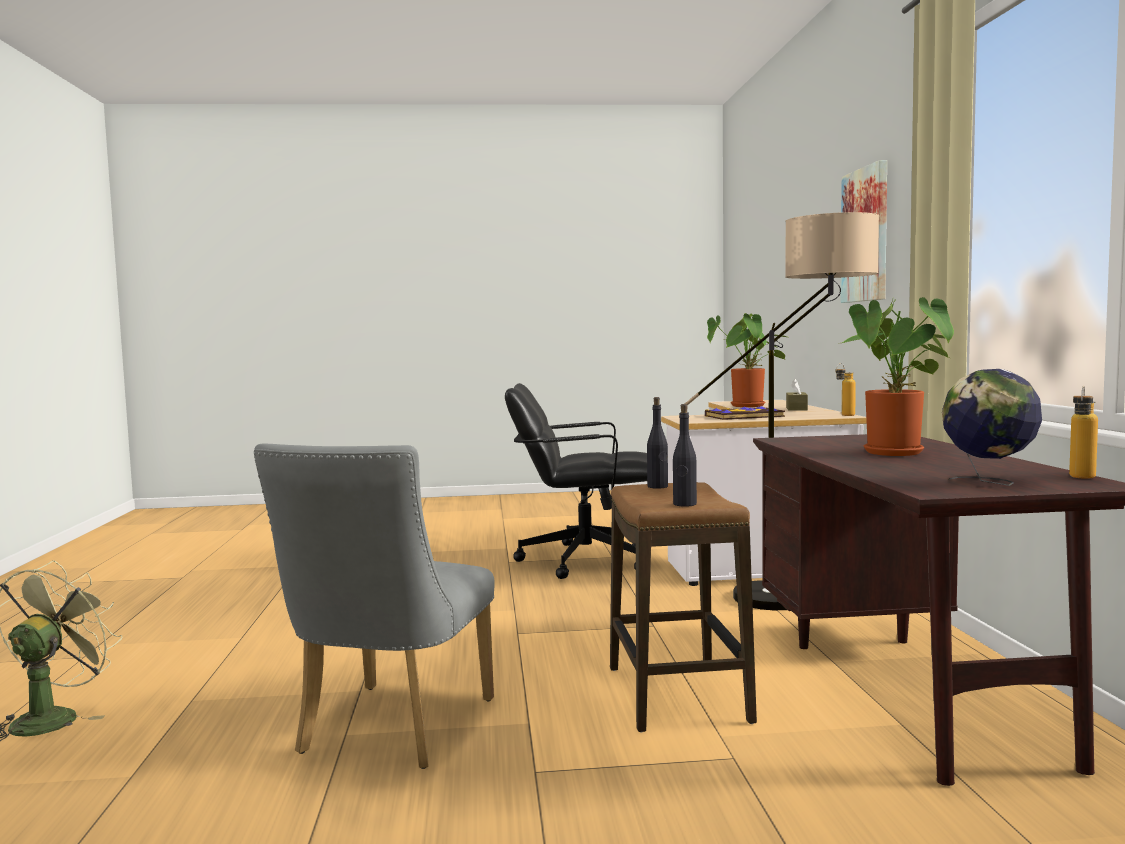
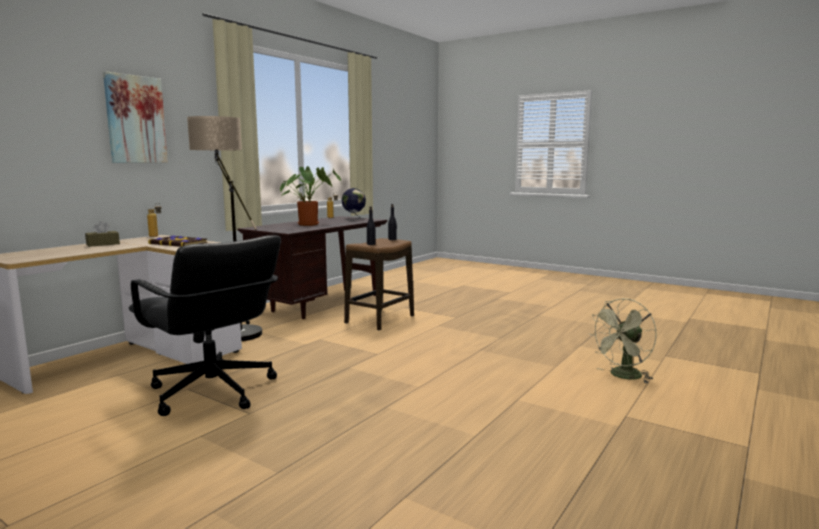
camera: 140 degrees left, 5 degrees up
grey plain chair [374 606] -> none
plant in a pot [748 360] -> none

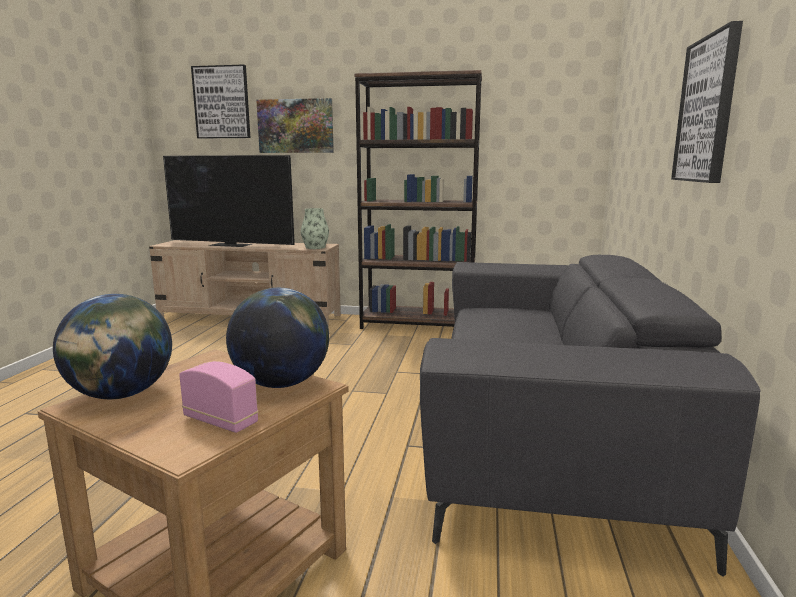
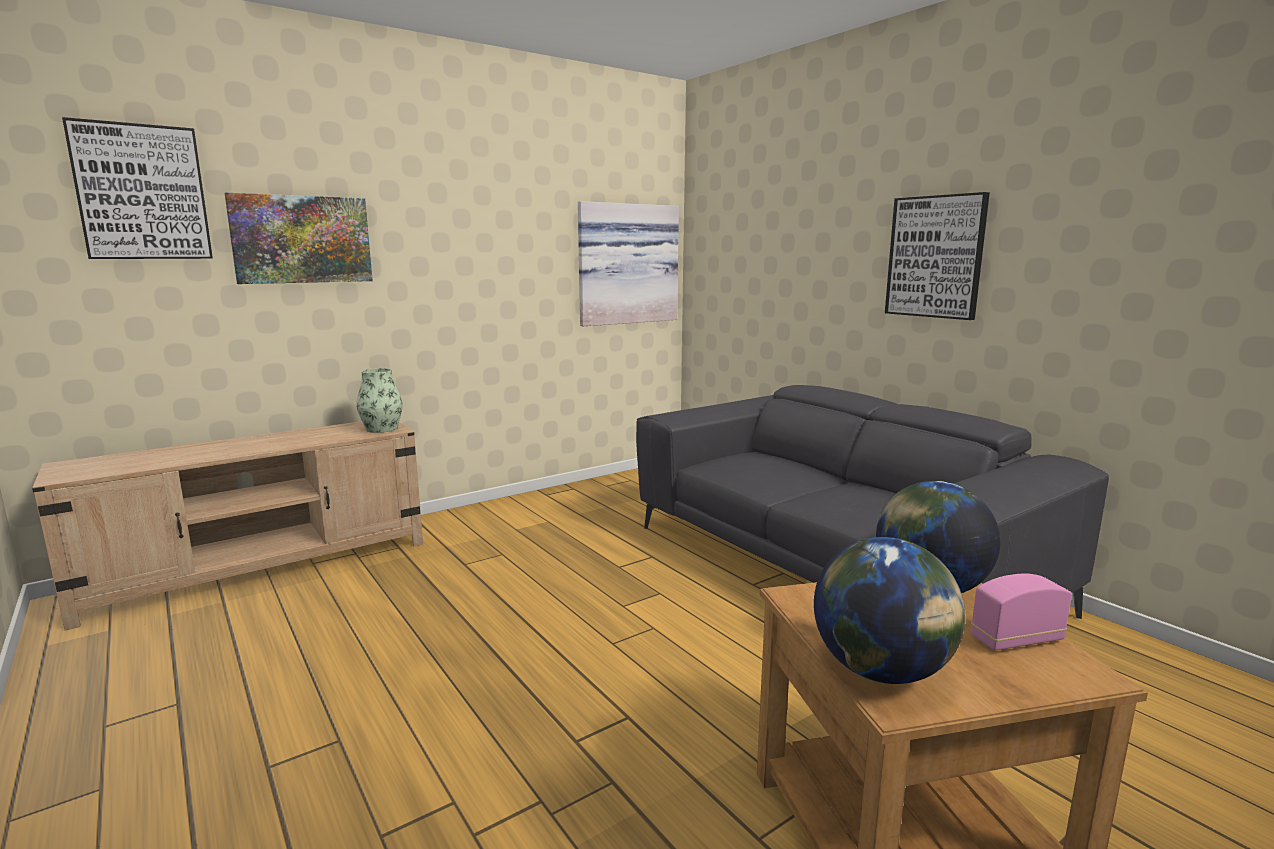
camera: 45 degrees left, 0 degrees up
TV set [229 201] -> none
brown bookcase [418 199] -> none
none -> picture [628 263]

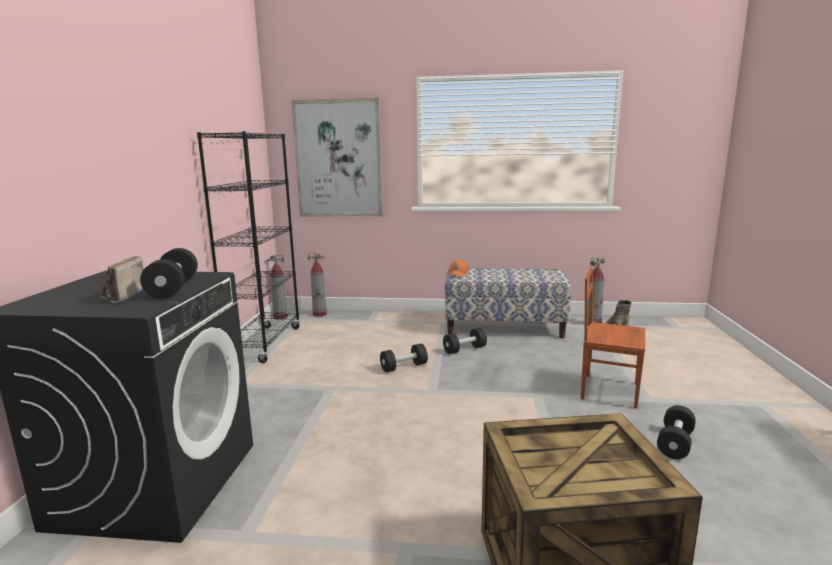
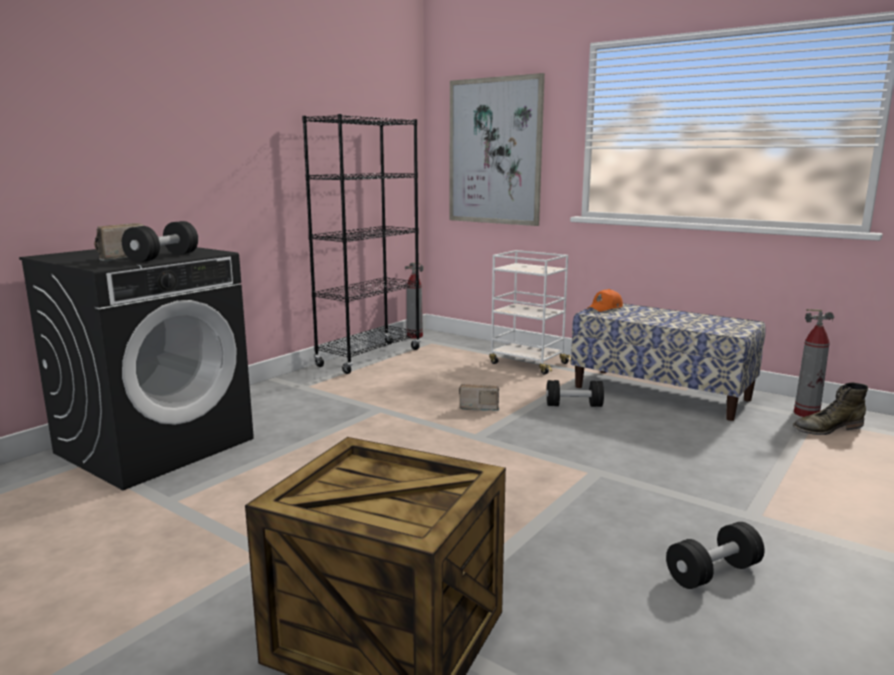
camera: 30 degrees right, 0 degrees up
fire-fighting cylinder [317 285] -> none
brown plain chair [613 337] -> none
none -> white cart [530 312]
black hand weight [404 357] -> radio [479 397]

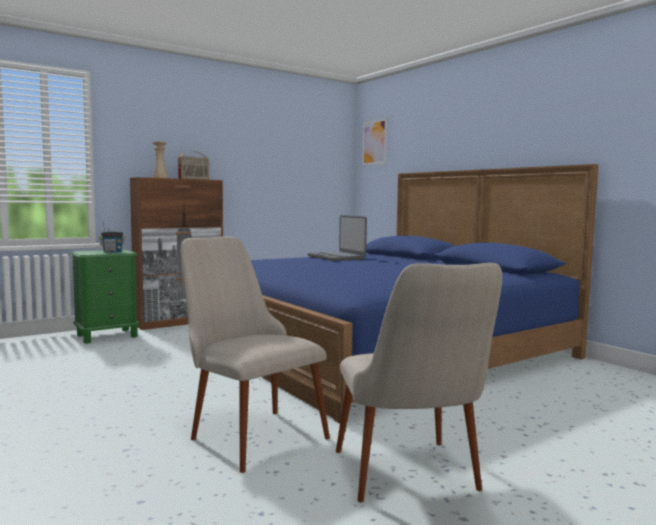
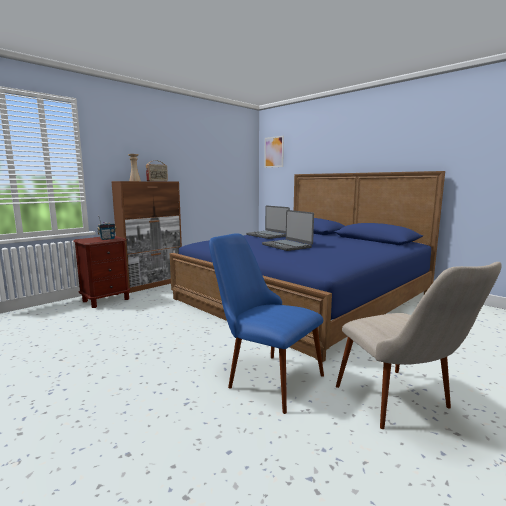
camera: 10 degrees left, 5 degrees up
none -> laptop [288 230]
green-coloured night table [105 296] -> brown night table [101 272]
beige-coloured plain chair [255 355] -> bluish plain chair [266 324]

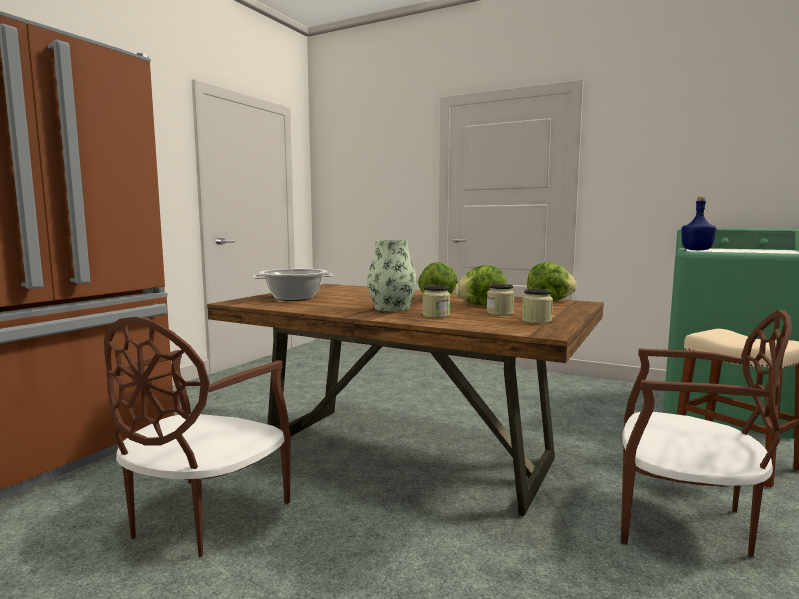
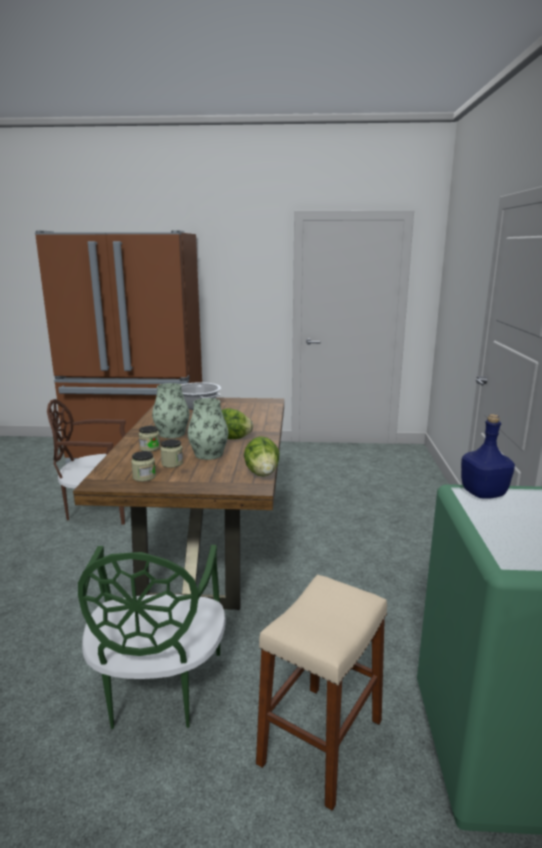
camera: 65 degrees right, 10 degrees up
head of lettuce [481 285] -> flower vase [208 429]
brown plain chair [706 434] -> green-coloured plain chair [152 637]

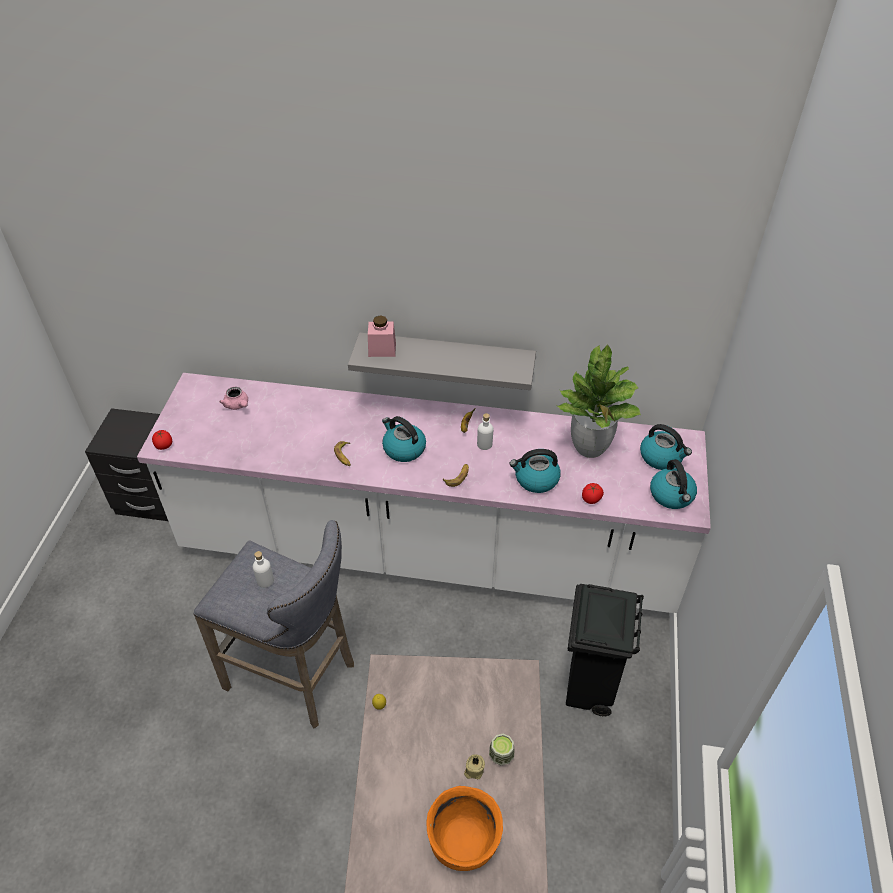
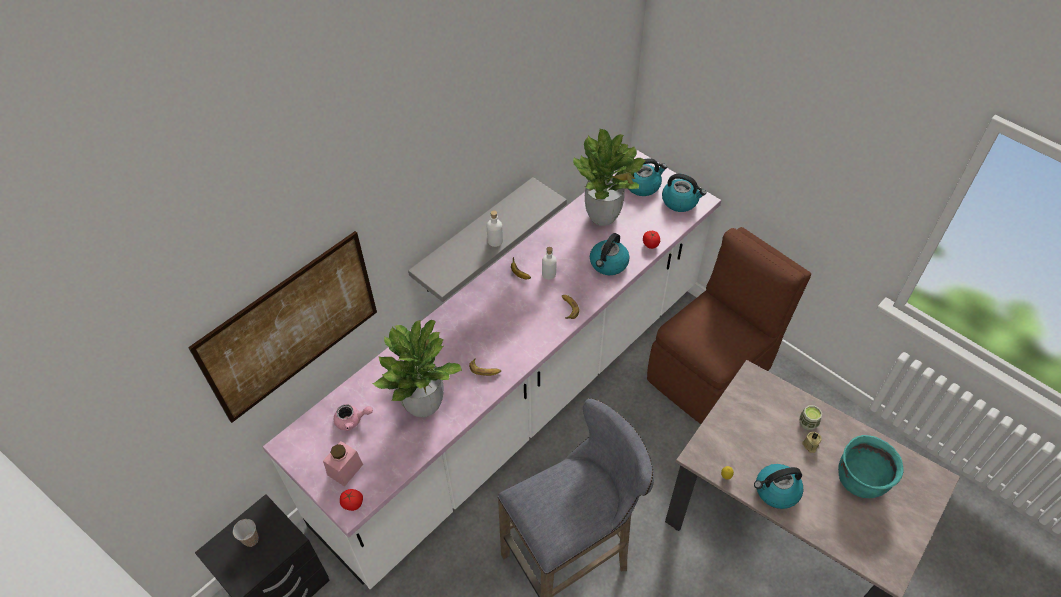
camera: 55 degrees left, 5 degrees up
none -> picture [282 327]
none -> cup [246 533]
none -> plant in a pot [417 368]
white bottle [263 569] -> white bottle [495 228], relocated
pinkish jar [382 336] -> pinkish jar [343 464], relocated
kettle [404 439] -> kettle [778 486], relocated
black waste bin [605 650] -> brown plain chair [729 325]
orange stockpot [464 828] -> turquoise-coloured stockpot [871 466]

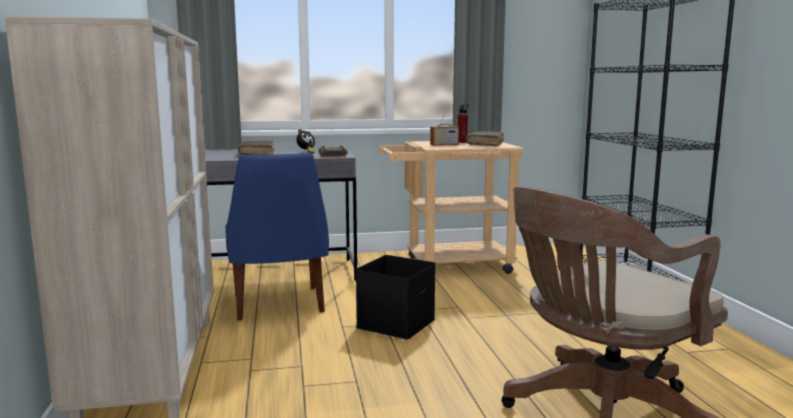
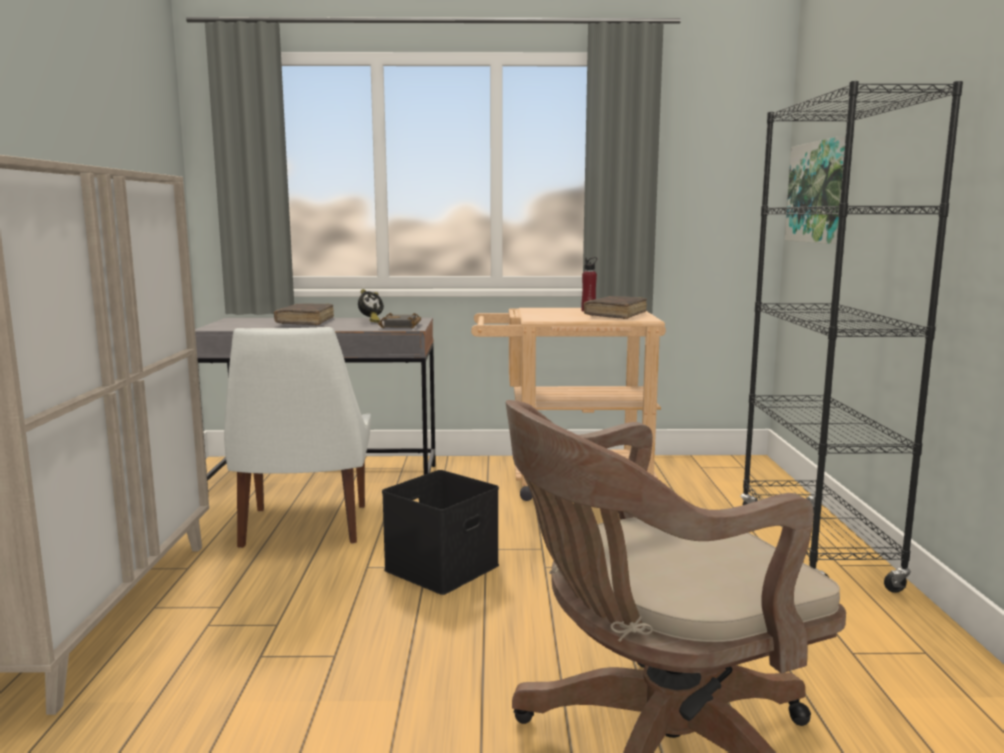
camera: 10 degrees right, 0 degrees up
radio [444 126] -> none
none -> picture [815 190]
bluish plain chair [277 237] -> white plain chair [297 437]

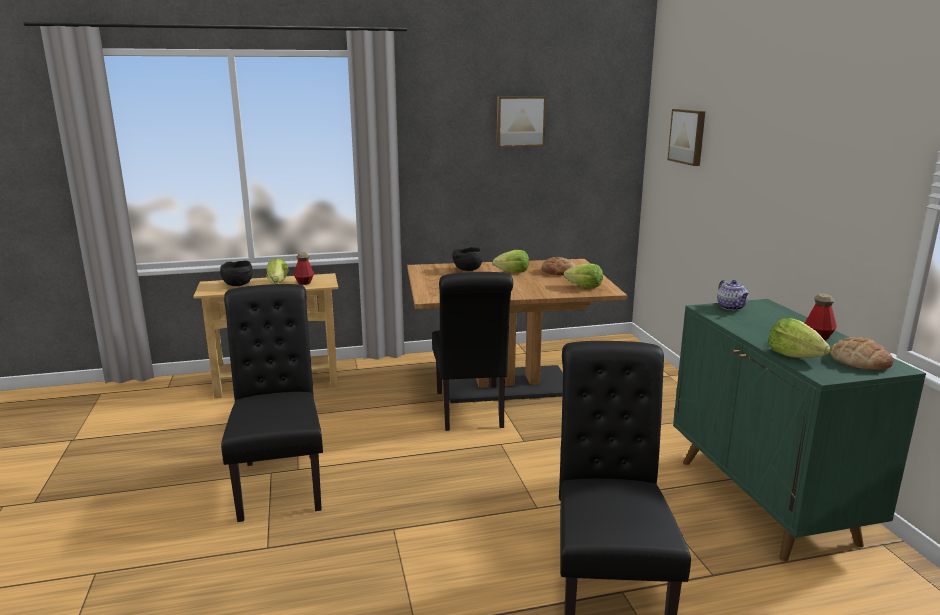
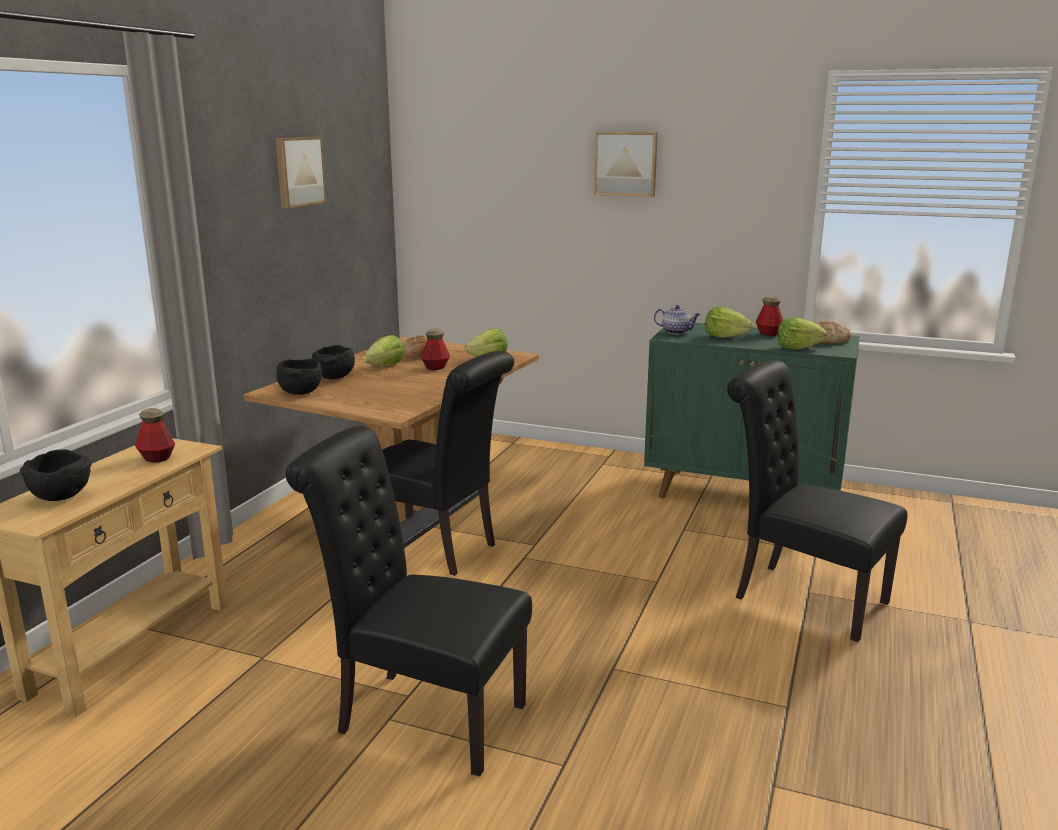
camera: 55 degrees left, 0 degrees up
none -> black deep dish [299 377]
none -> bottle [435 349]
head of lettuce [277 271] -> head of lettuce [729 322], relocated
picture [686 137] -> picture [626 164], relocated

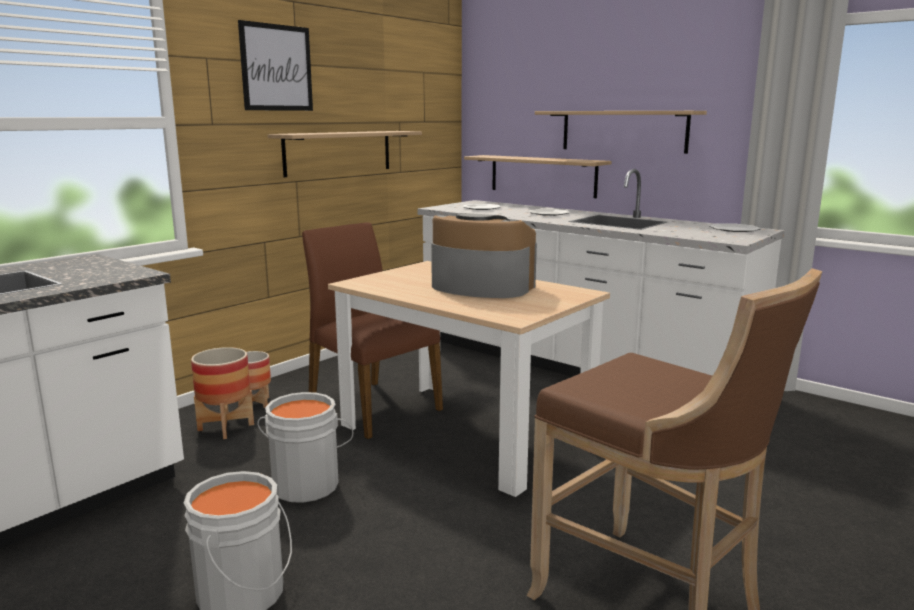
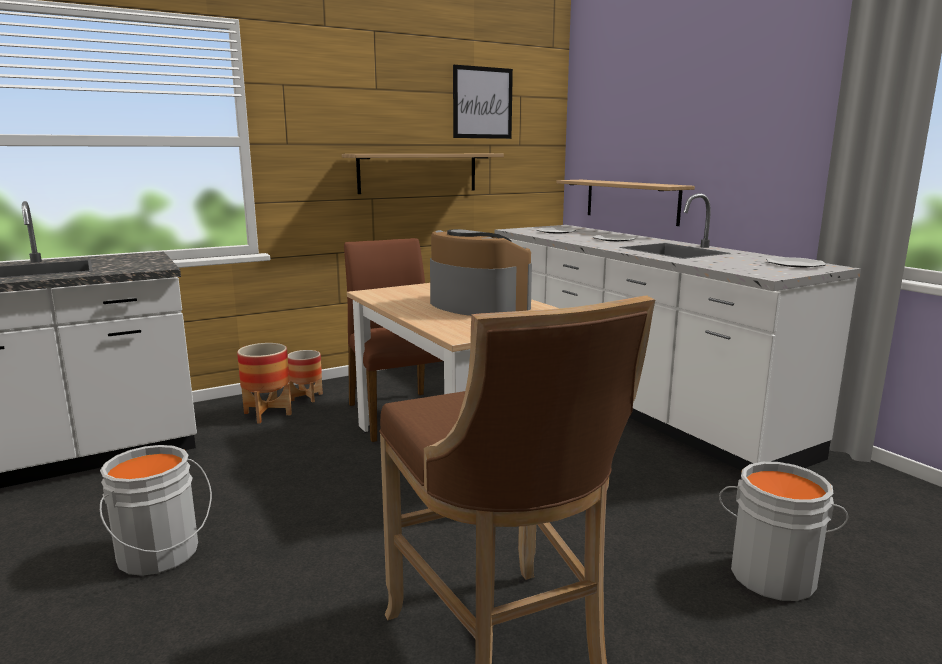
camera: 20 degrees right, 0 degrees up
shelf [621 132] -> none
picture [275 65] -> picture [483 102], relocated
grey water bucket [305 447] -> grey water bucket [784 531], relocated

